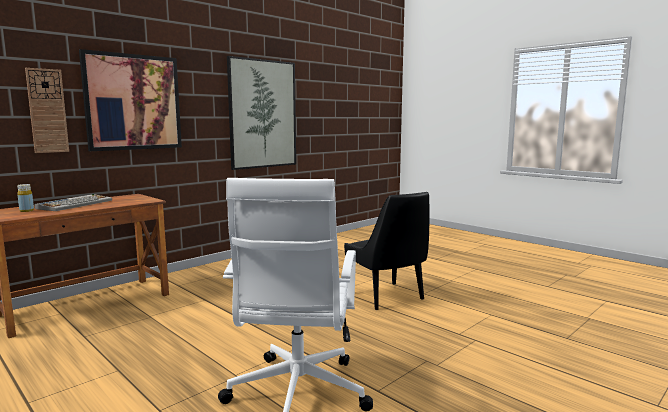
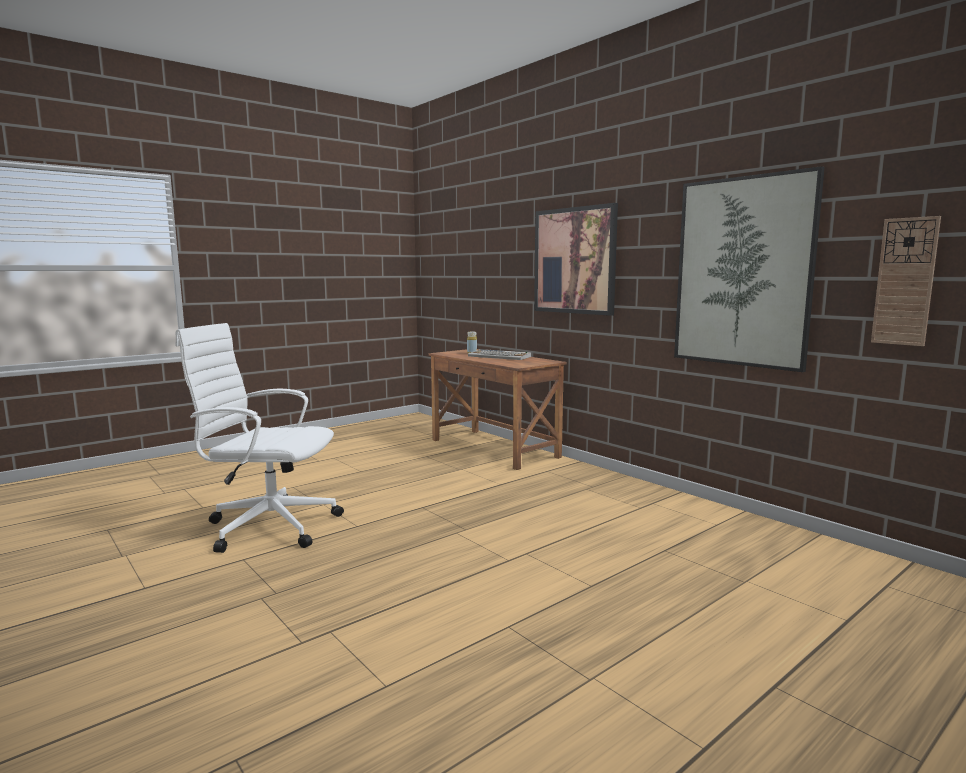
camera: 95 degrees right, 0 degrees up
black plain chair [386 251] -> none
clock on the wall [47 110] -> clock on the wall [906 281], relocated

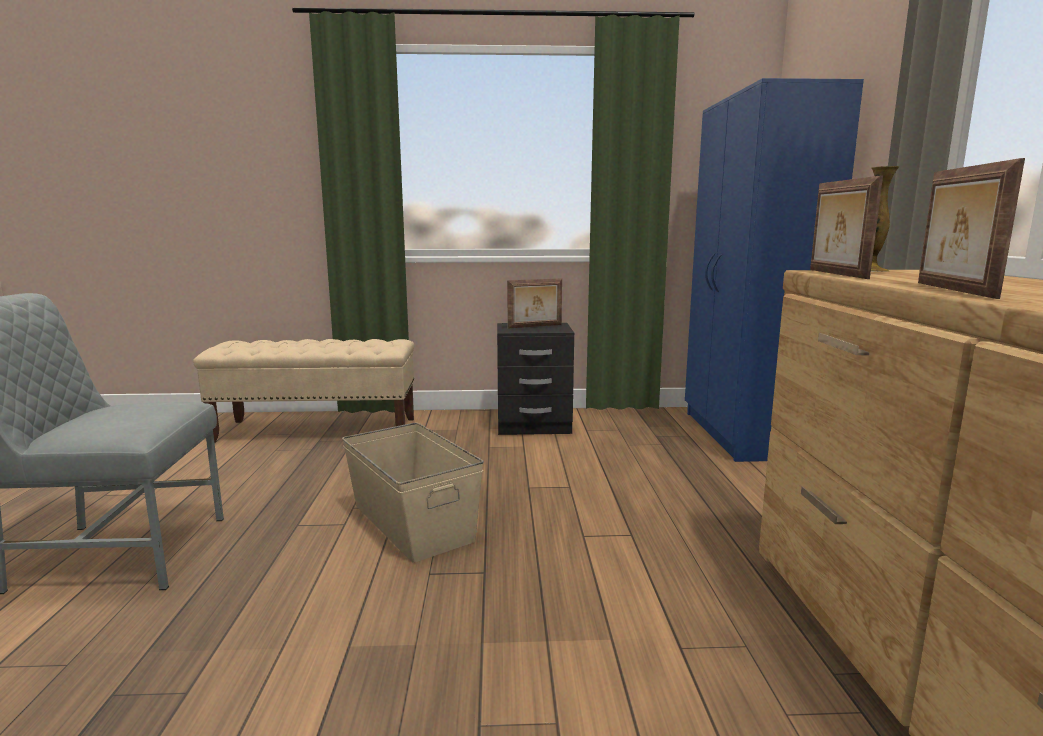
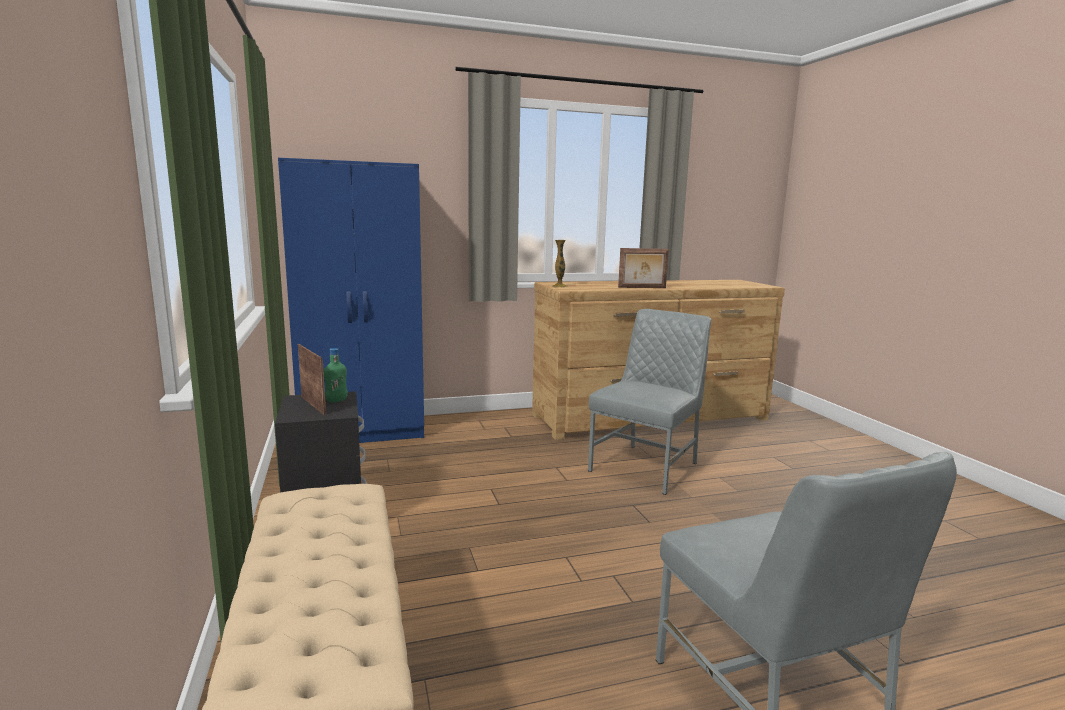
camera: 105 degrees left, 0 degrees up
beige-coloured storage container [413 493] -> none
standing frame [846 227] -> none
none -> green-coloured bottle [336 375]
none -> grey plain chair [649 402]

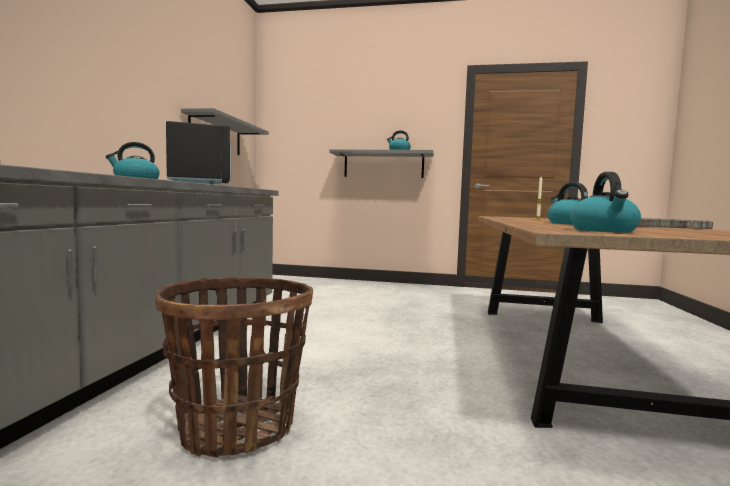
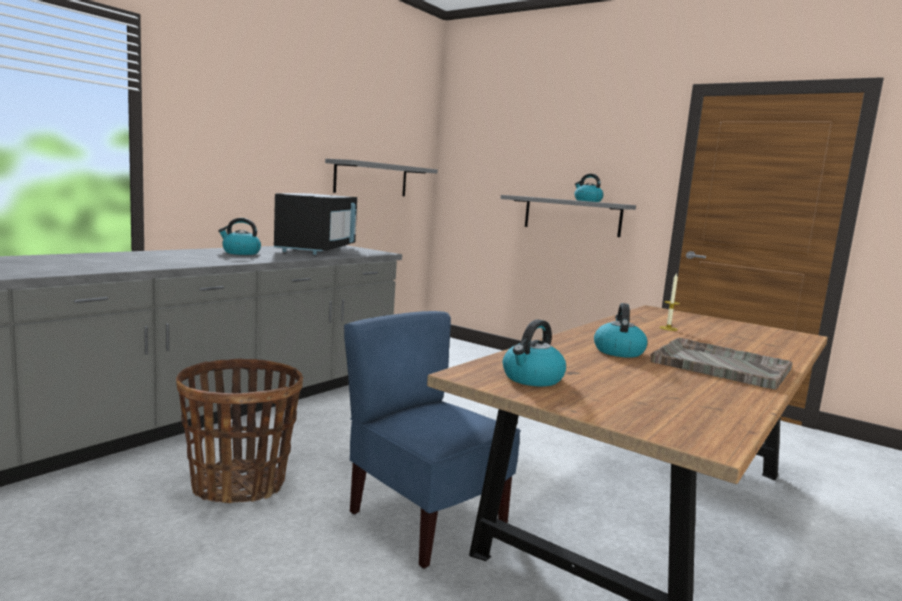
camera: 25 degrees right, 5 degrees up
none -> bluish plain chair [432 440]

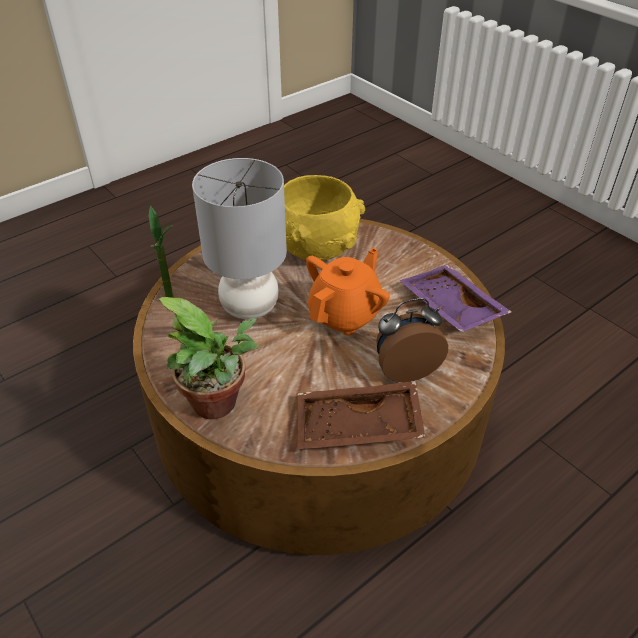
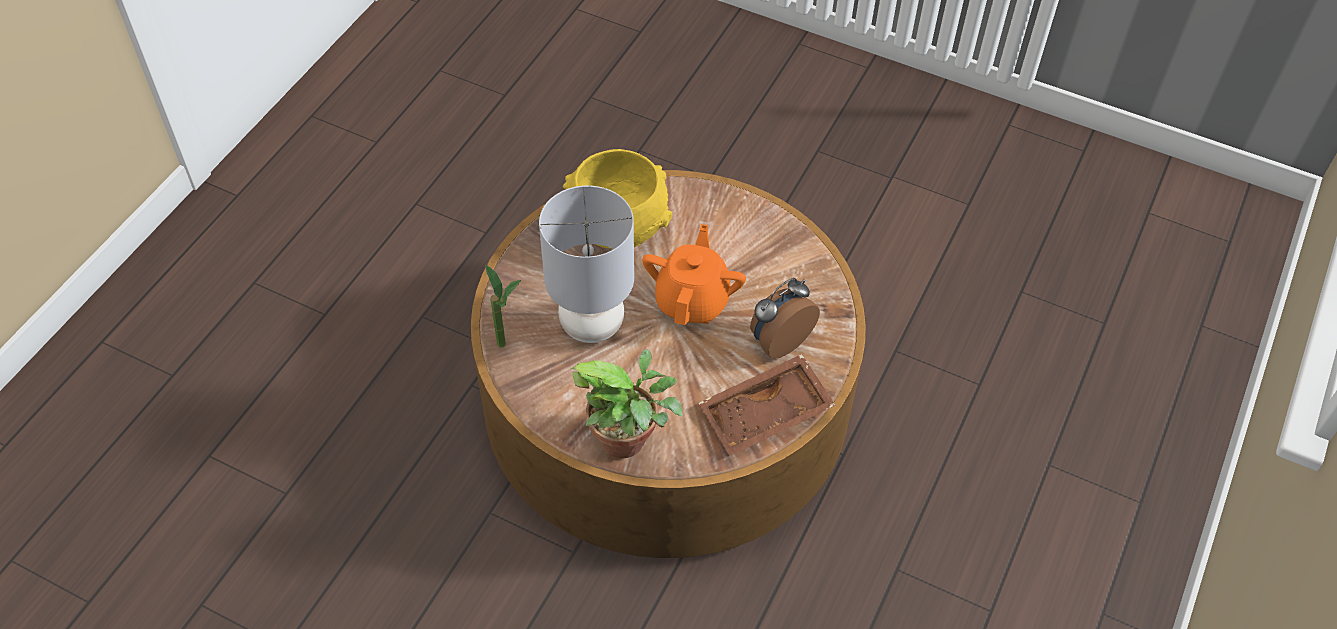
camera: 25 degrees left, 10 degrees up
purplish carrying tray [456 298] -> none

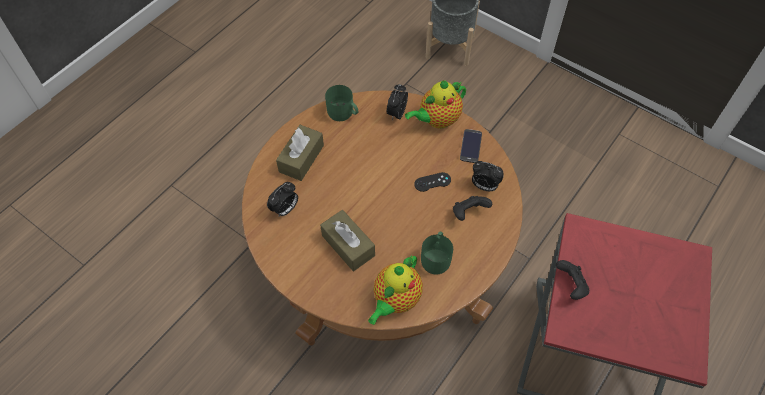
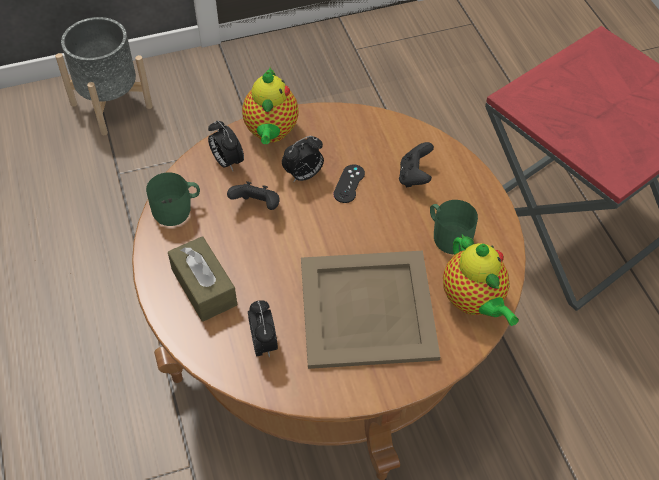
camera: 55 degrees left, 5 degrees down
phone [471 146] -> none
bedside clock [488 176] -> bedside clock [303 158], relocated
black gamepad [572 280] -> black gamepad [253 195], relocated
brown tissue holder [347 240] -> beige-coloured carrying tray [370 309]

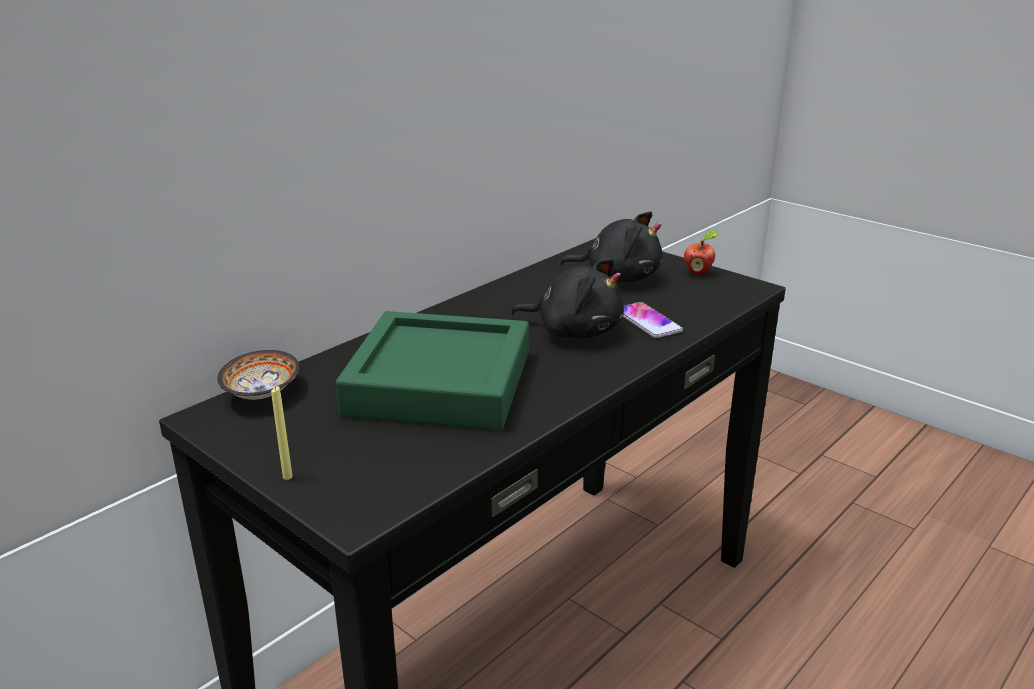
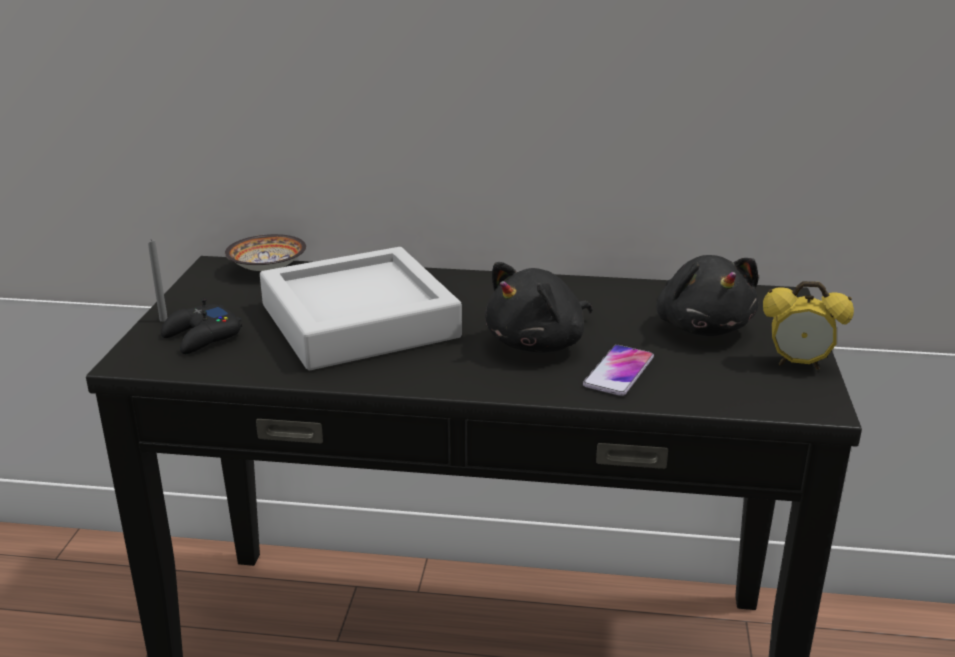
camera: 55 degrees right, 0 degrees up
none -> black gamepad [201 326]
apple [701 252] -> bedside clock [808 325]
yellow candle [282 433] -> grey candle [158 281]
green-coloured carrying tray [432 370] -> grey carrying tray [361 308]
black cuddly toy [567 298] -> black cuddly toy [538 307], 60 degrees clockwise

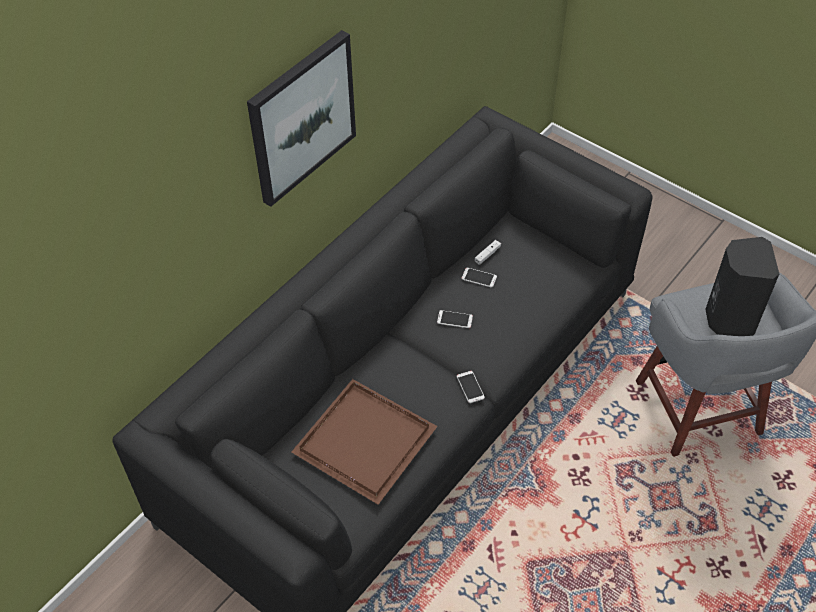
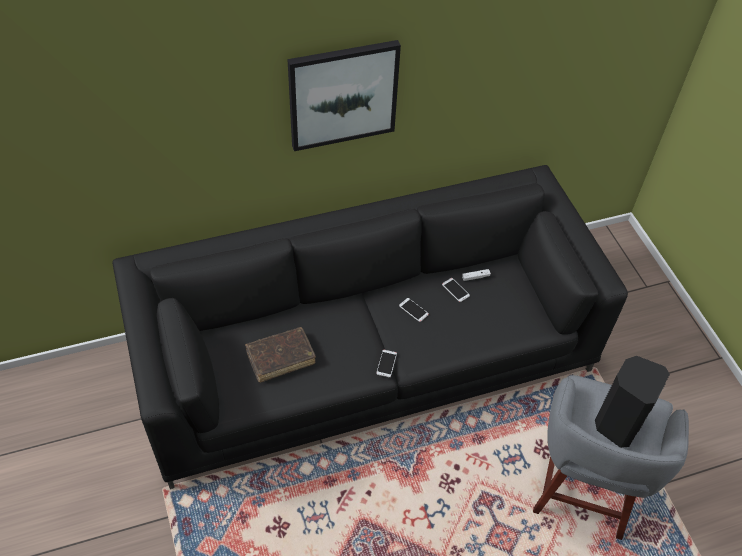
camera: 30 degrees right, 0 degrees up
brown carrying tray [364 442] -> brown book [280 354]

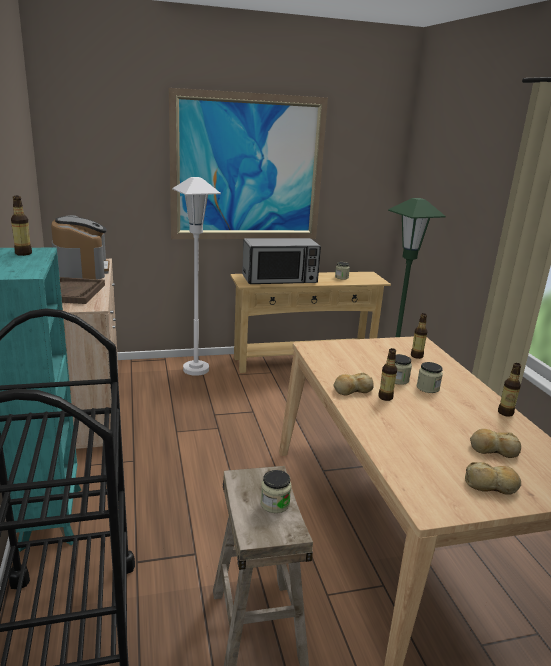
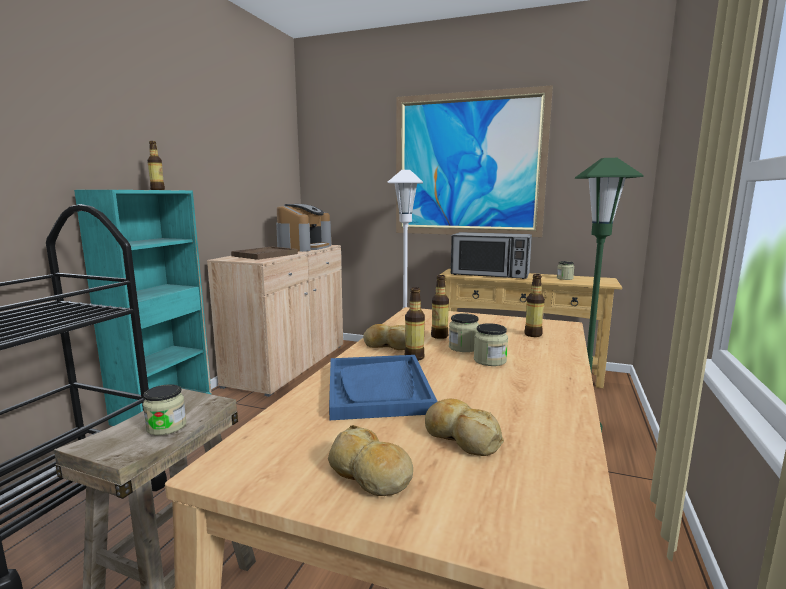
camera: 35 degrees right, 10 degrees down
none -> bluish carrying tray [383 387]
bottle [509 390] -> bottle [440 307], relocated

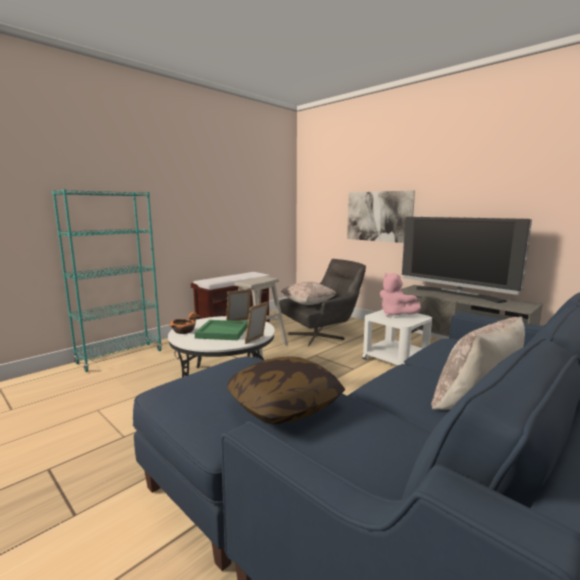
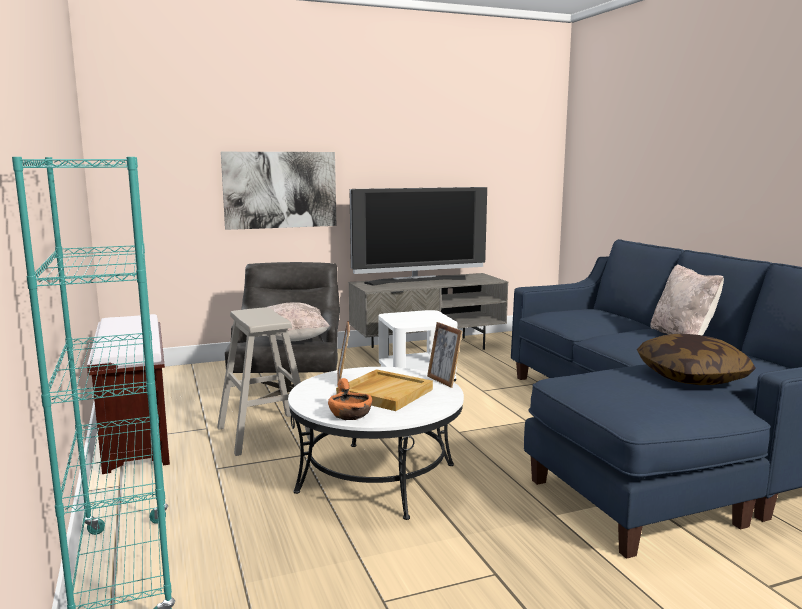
camera: 65 degrees left, 0 degrees up
pinkish cuddly toy [400 295] -> none
green-coloured carrying tray [221 330] -> beige-coloured carrying tray [384 390]

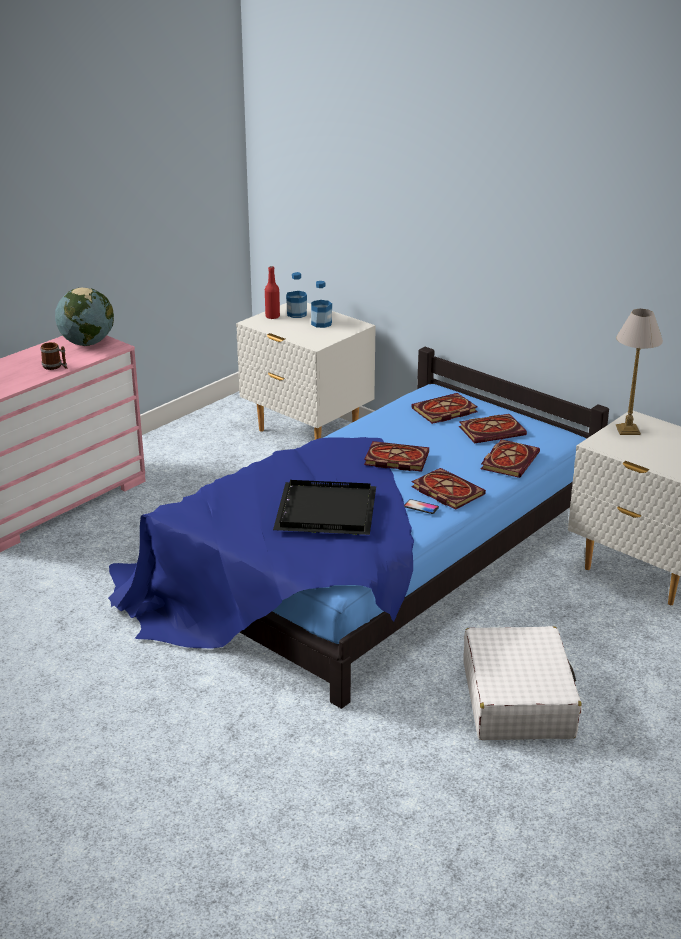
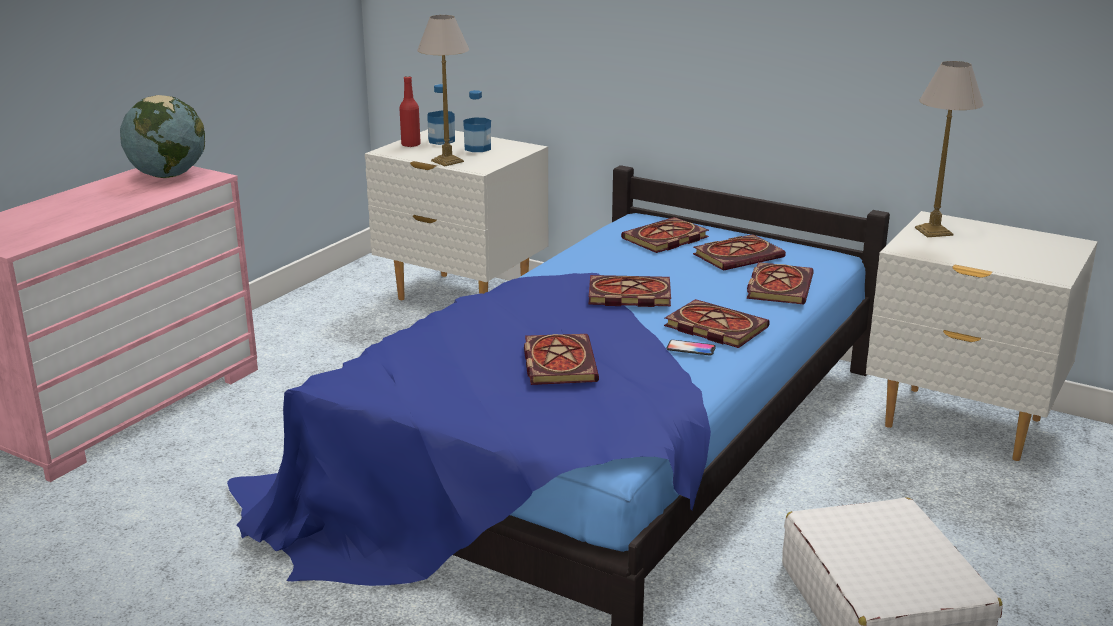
camera: 10 degrees left, 5 degrees down
mug [54 356] -> none
none -> lamp for a table [443 90]
black carrying tray [324 507] -> book [561 359]

